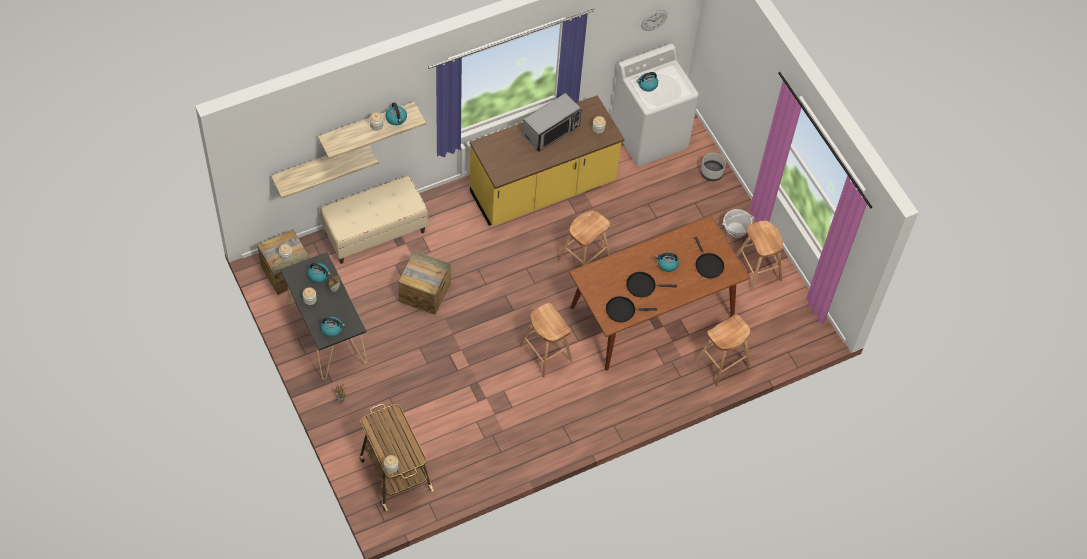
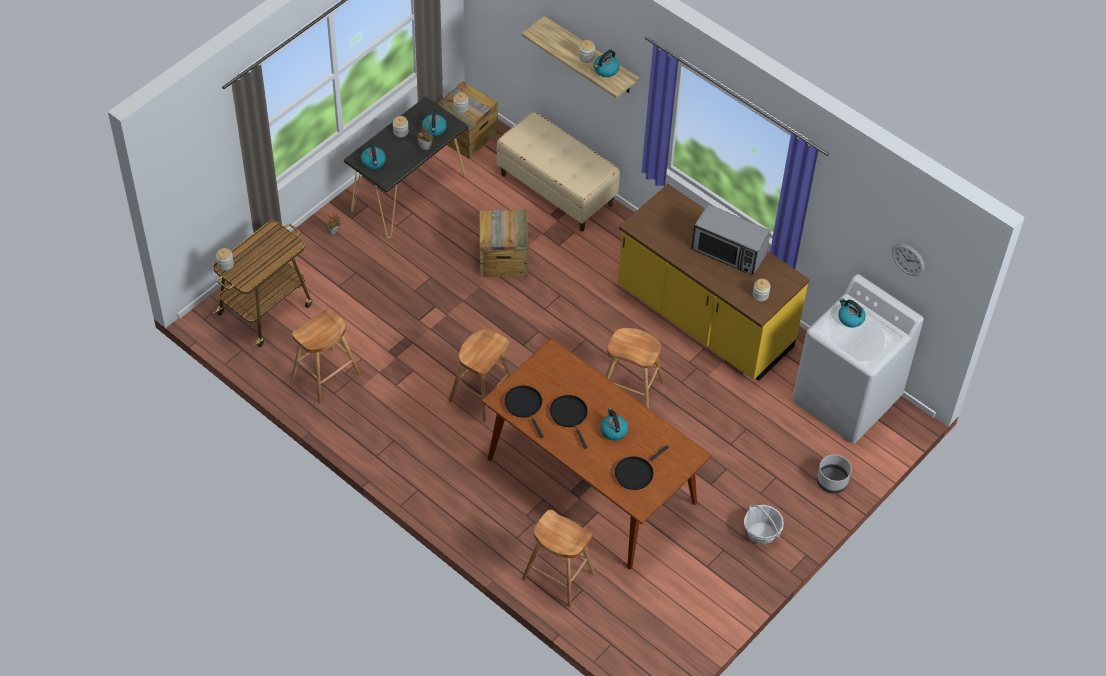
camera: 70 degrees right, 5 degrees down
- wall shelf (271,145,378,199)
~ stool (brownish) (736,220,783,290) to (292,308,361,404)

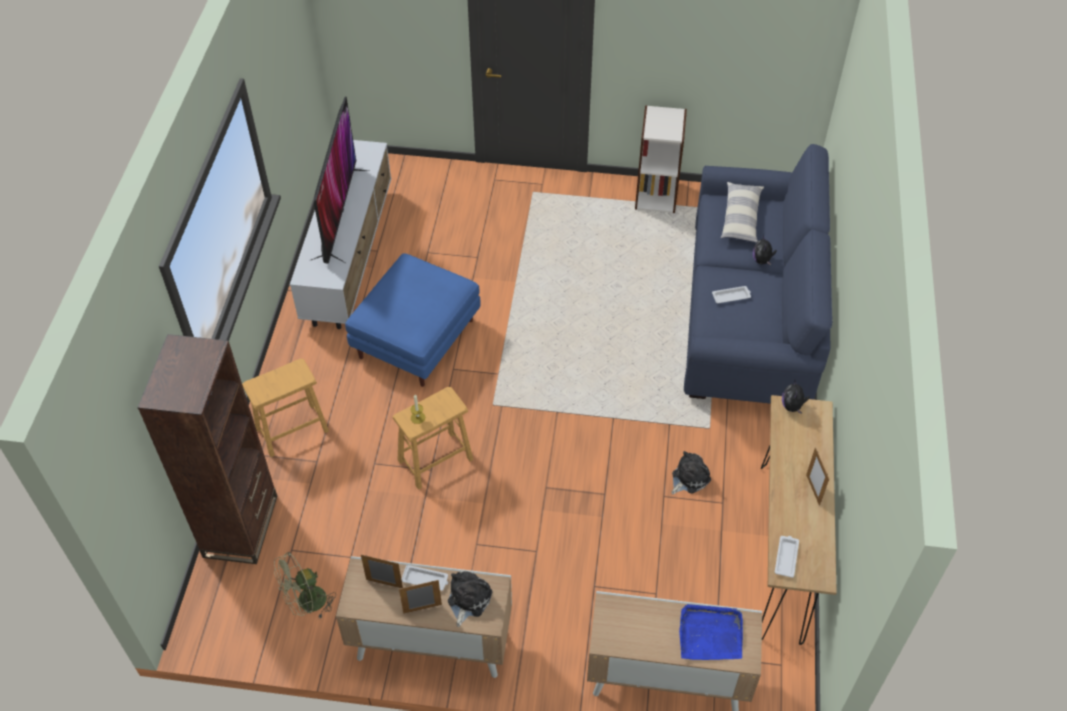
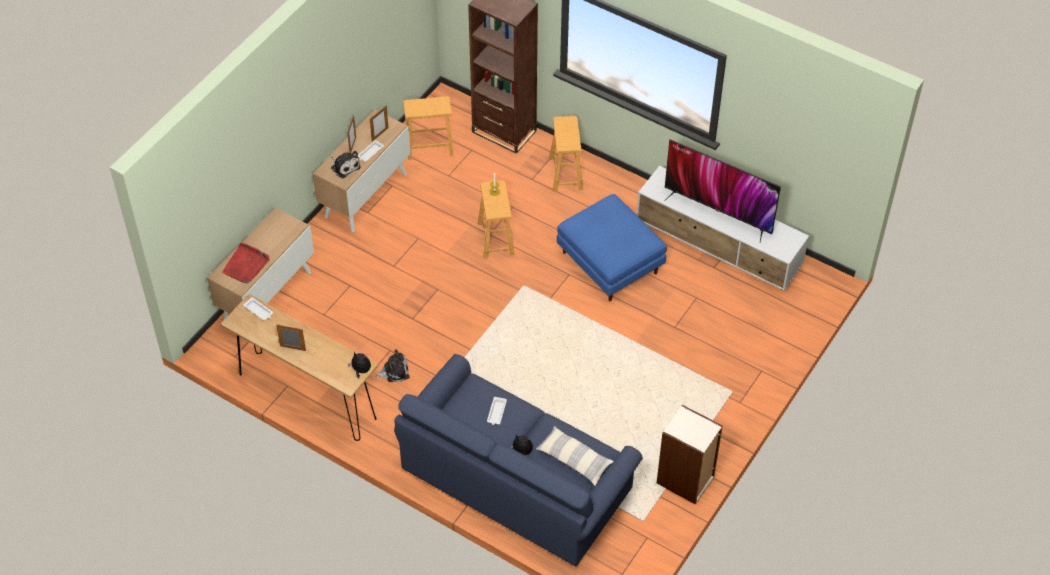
camera: 115 degrees right, 0 degrees up
~ fan (green-coloured) (274,552,336,618) to stool (brownish) (403,96,454,160)
~ serving tray (blue) (679,604,743,660) to serving tray (red) (222,243,270,284)
~ cuddly toy (671,451,711,494) = (375,349,409,382) 90 degrees counterclockwise

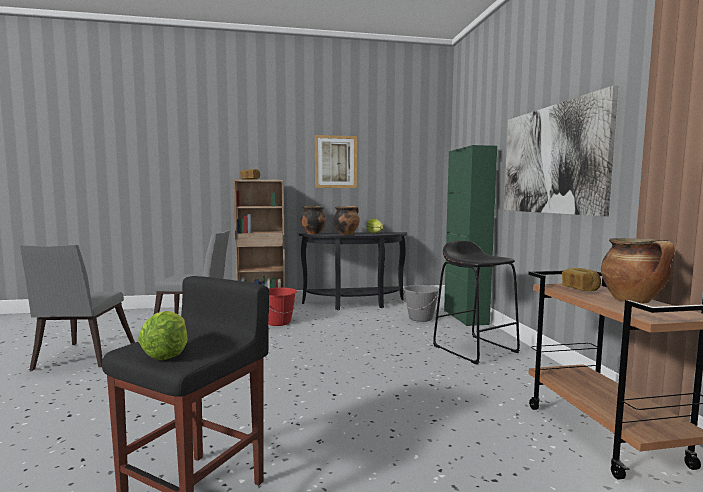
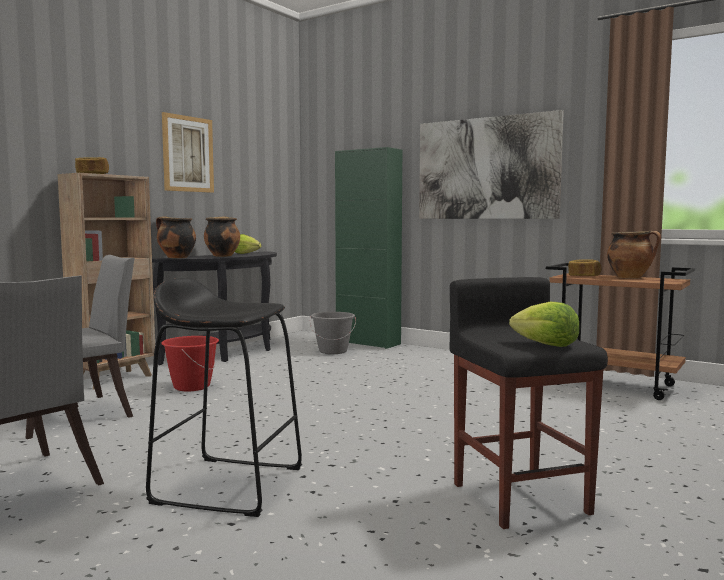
camera: 45 degrees left, 0 degrees up
~ stool (blackish) (433,241,520,365) to (146,279,302,517)

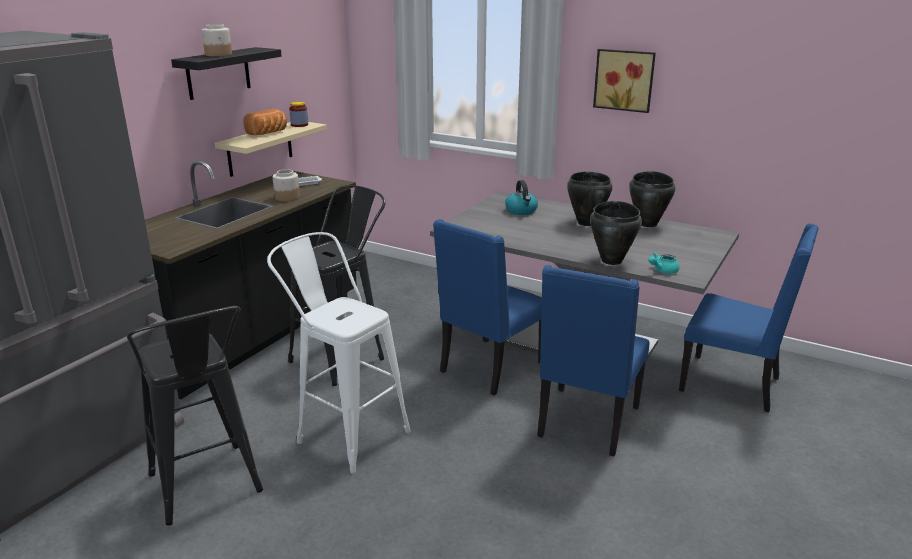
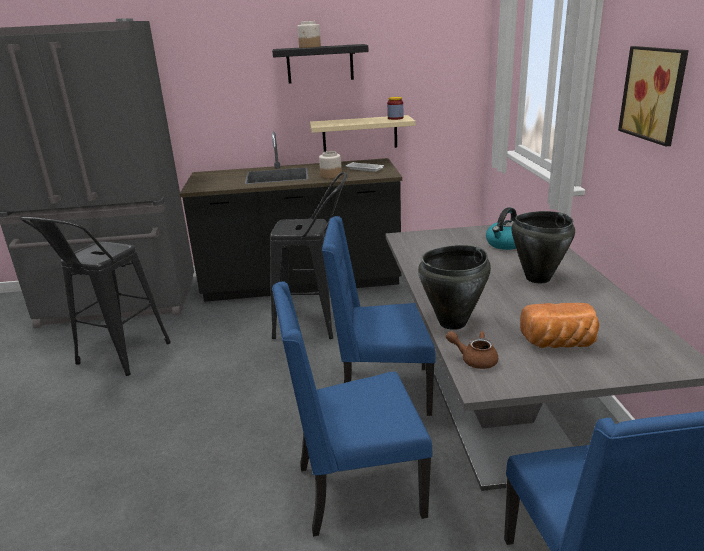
camera: 55 degrees right, 0 degrees up
- stool (white-coloured) (267,232,411,474)
- stockpot (blackish) (629,171,676,227)
~ baked bread (244,109,287,135) to (520,303,599,348)
~ teapot (blue-green) (648,252,679,274) to teapot (brownish) (446,331,498,369)

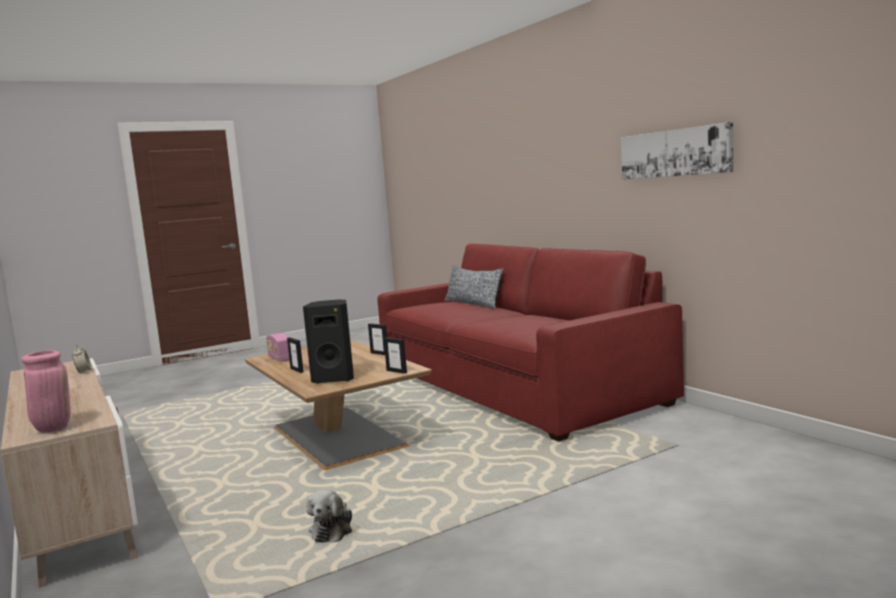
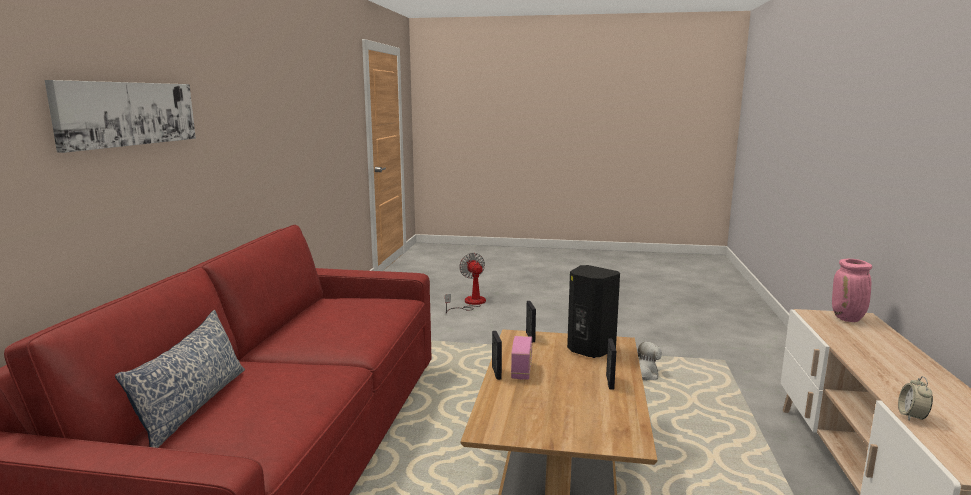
camera: 140 degrees left, 5 degrees up
+ fan (445,253,486,313)
~ radio set (266,333,289,362) to (511,336,532,379)
~ wall art (621,122,734,180) to (45,80,196,153)

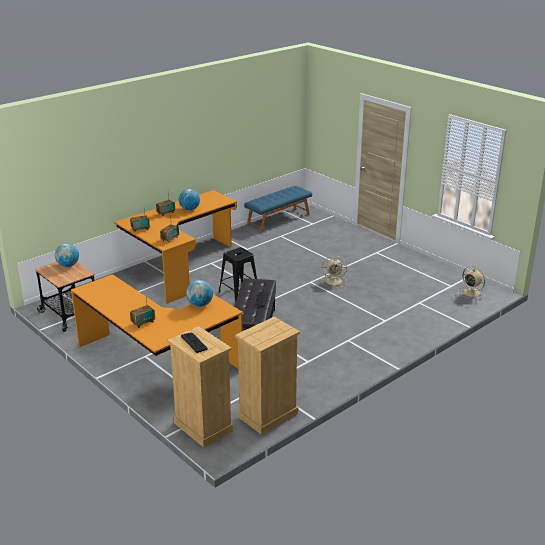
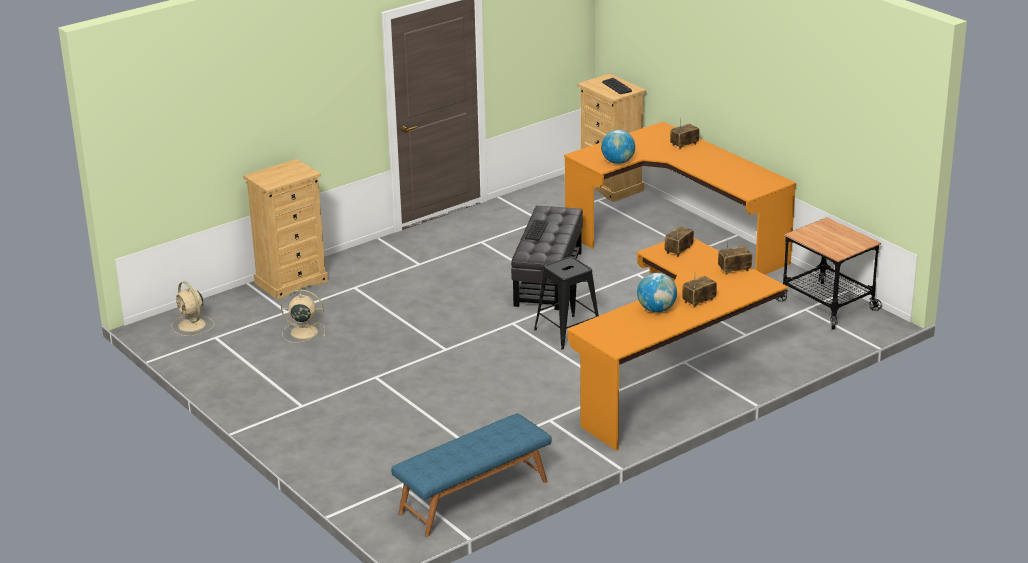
camera: 175 degrees left, 0 degrees up
- world globe (55,243,79,267)
~ drawer chest (sand-coloured) (235,316,300,435) to (243,159,328,300)
~ fan (sand-coloured) (321,256,347,287) to (281,289,325,343)

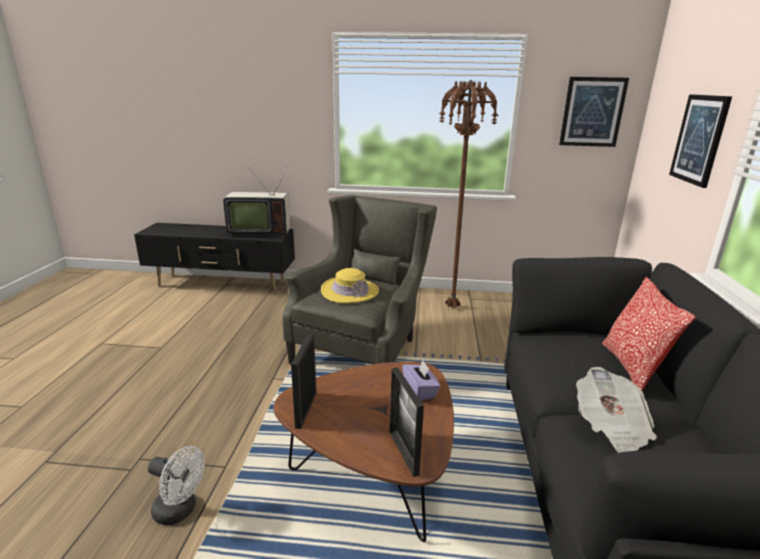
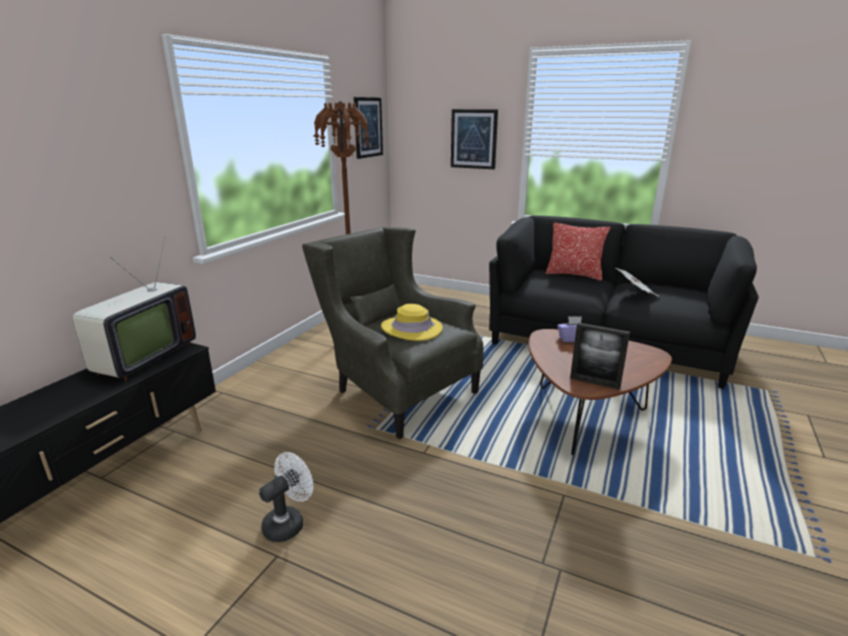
camera: 70 degrees left, 0 degrees up
- photo frame (390,367,424,477)
~ fan (white-coloured) (148,446,205,525) to (259,452,313,542)

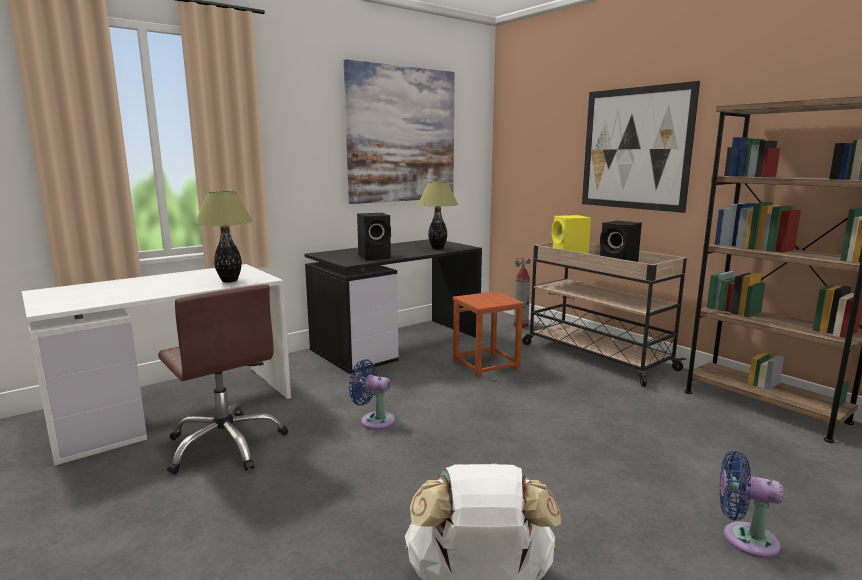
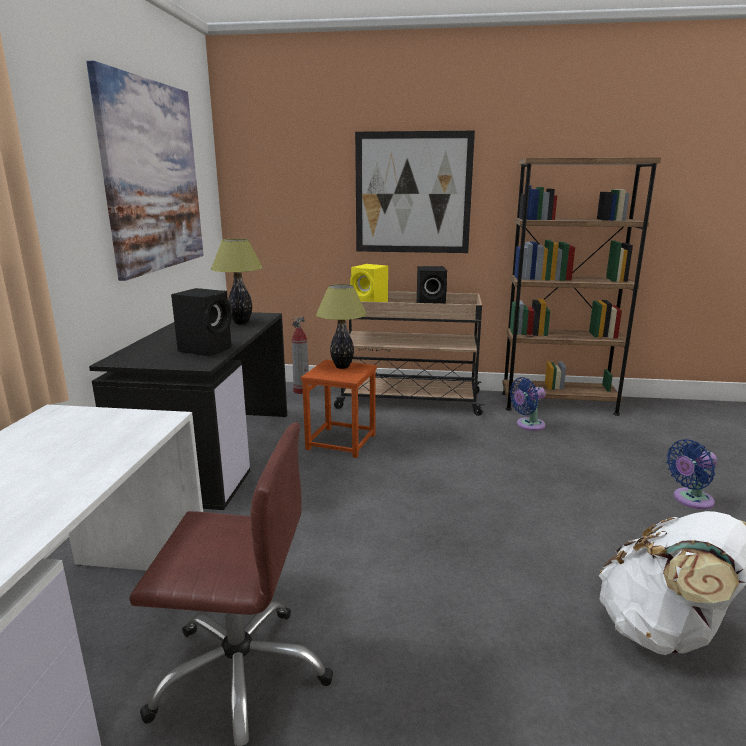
camera: 45 degrees left, 5 degrees up
~ table lamp (195,191,253,283) to (316,284,367,369)
~ fan (blue) (349,359,395,430) to (510,377,546,431)

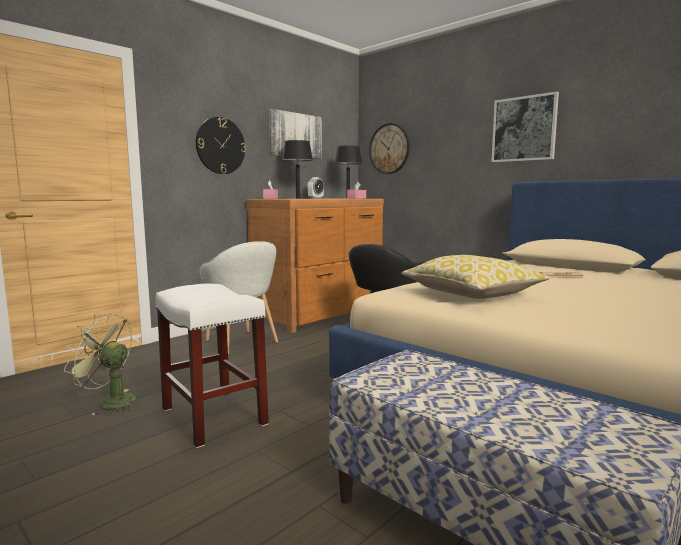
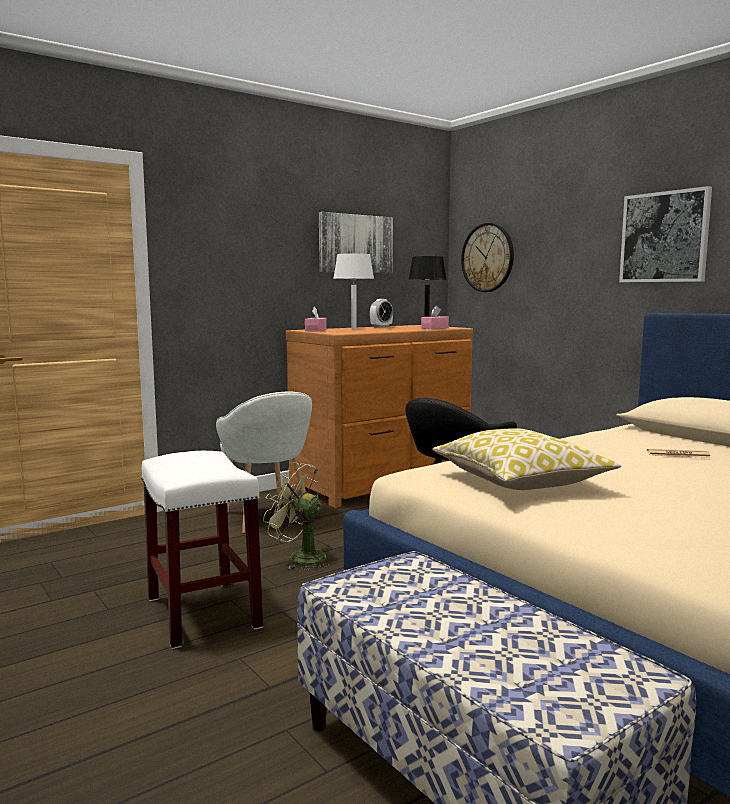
camera: 10 degrees right, 0 degrees up
- clock on the wall (196,117,246,174)
~ fan (green-coloured) (64,313,136,416) to (263,462,330,570)
~ table lamp (blackish) (282,140,313,199) to table lamp (white-coloured) (333,253,374,329)

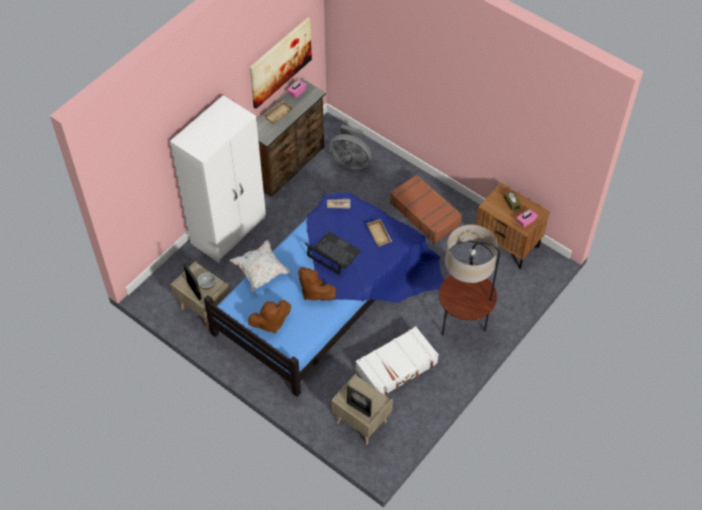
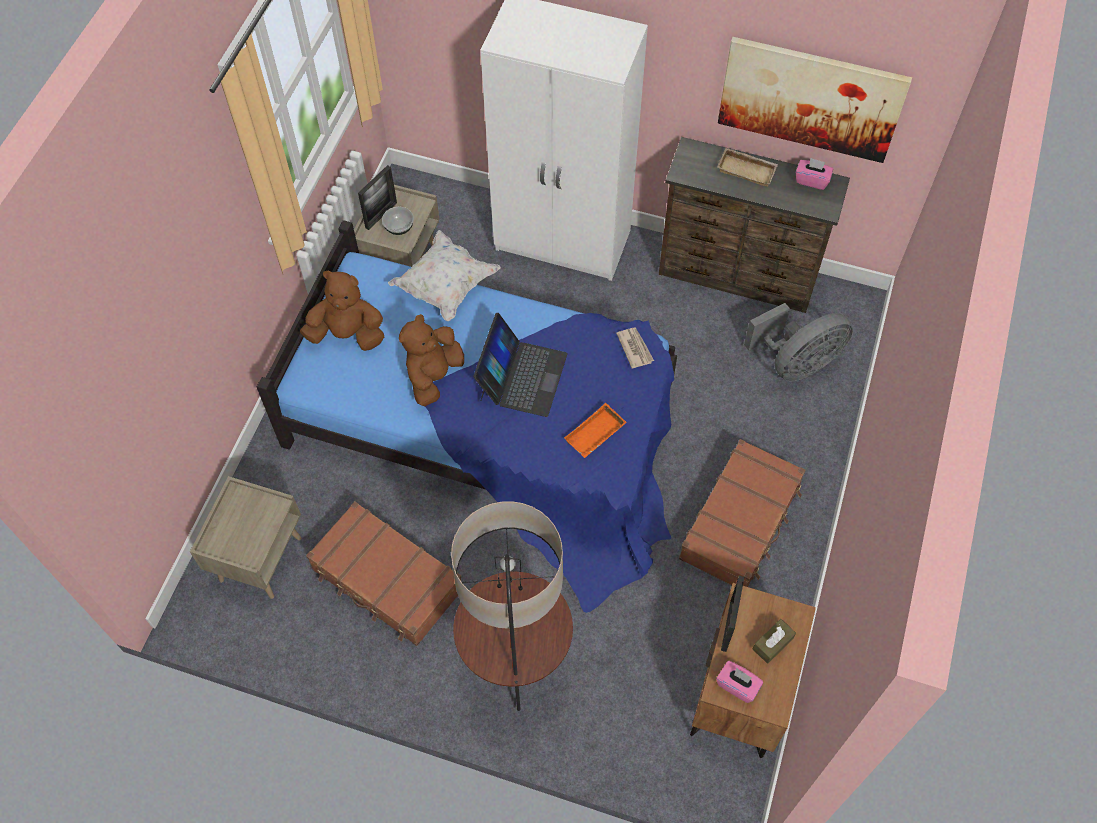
camera: 70 degrees right, 5 degrees up
~ photo frame (347,386,372,418) to (721,576,744,652)
~ piece of luggage (white-coloured) (355,326,439,396) to piece of luggage (brownish) (306,501,461,646)
~ serving tray (sand-coloured) (366,219,392,247) to serving tray (orange) (564,403,626,458)
~ cuddly toy (brownish) (248,300,291,334) = (300,270,384,351) 135 degrees clockwise
~ fan (gray) (329,125,372,170) = (744,303,853,381) 120 degrees counterclockwise

